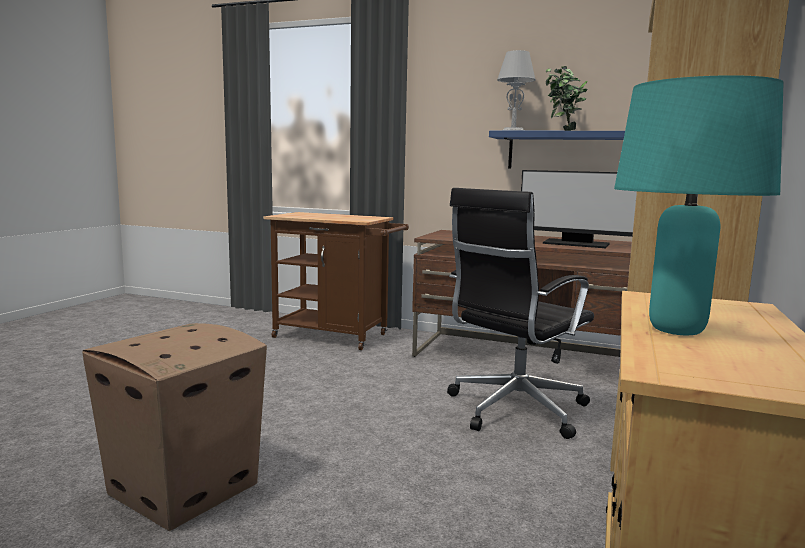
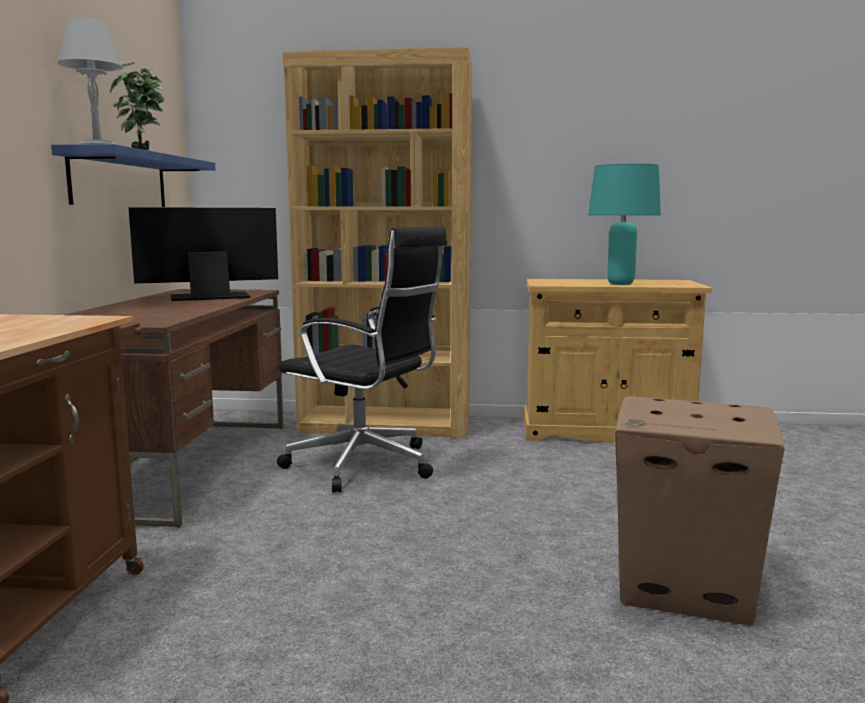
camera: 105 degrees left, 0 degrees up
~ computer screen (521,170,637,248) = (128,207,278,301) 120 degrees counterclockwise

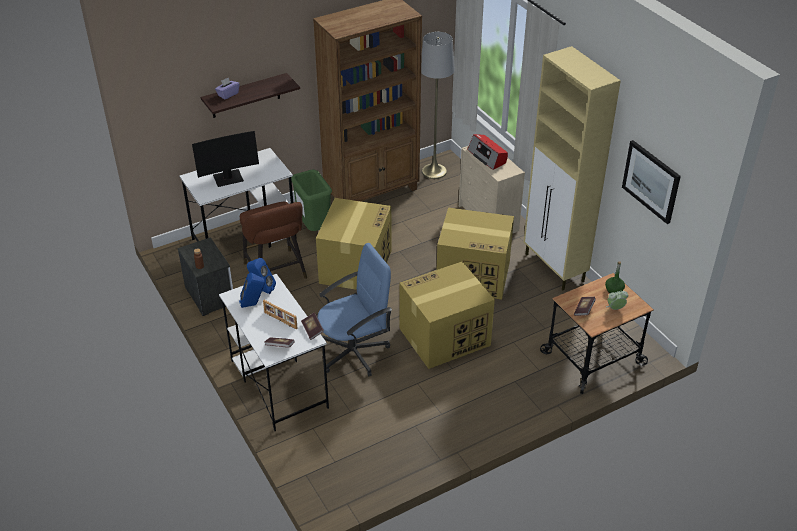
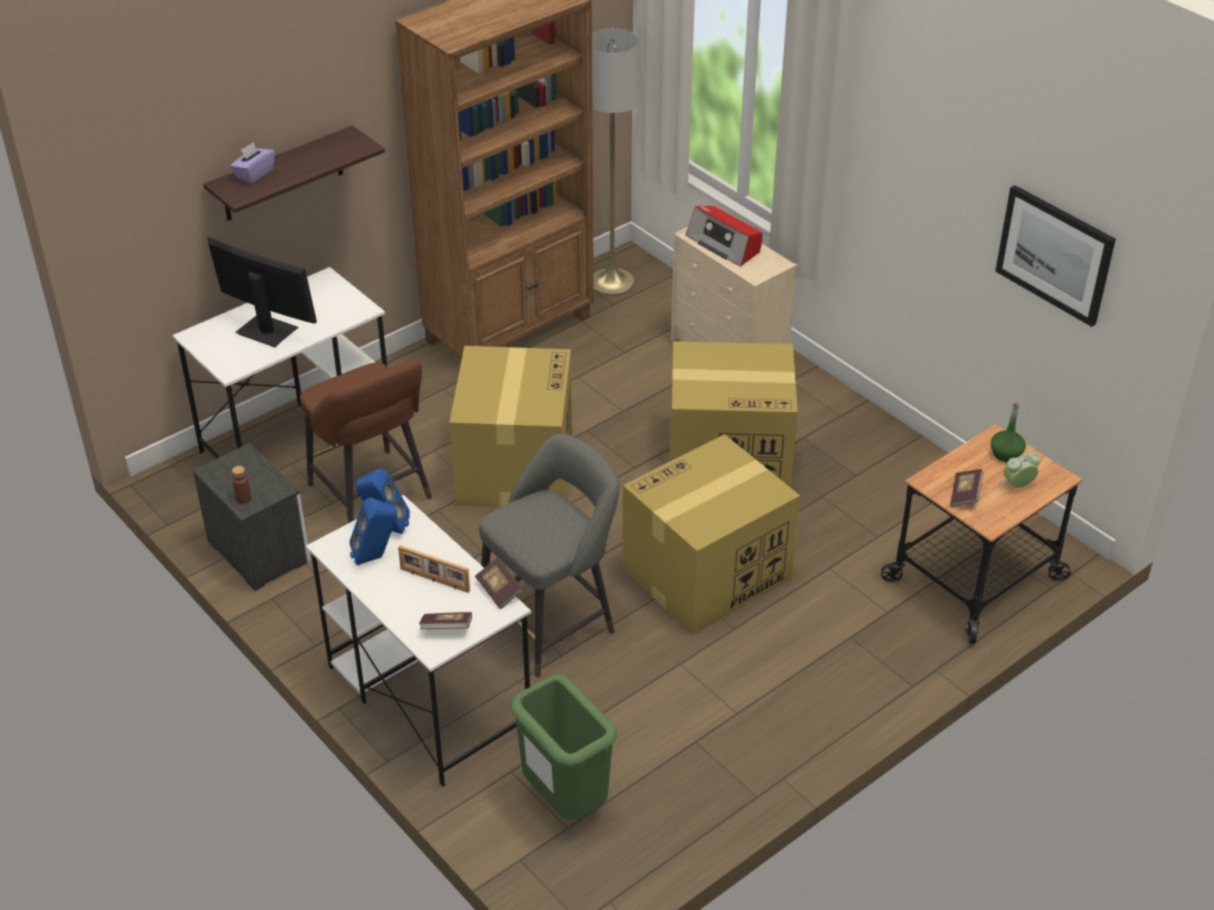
camera: 10 degrees left, 0 degrees up
- cupboard (sand-coloured) (524,46,621,290)
~ waste bin (green-coloured) (291,169,332,231) to (510,675,617,820)
~ office chair (blue) (317,243,392,376) to stool (gray) (479,434,620,678)
~ computer screen (192,131,259,187) = (207,237,317,347) 120 degrees counterclockwise

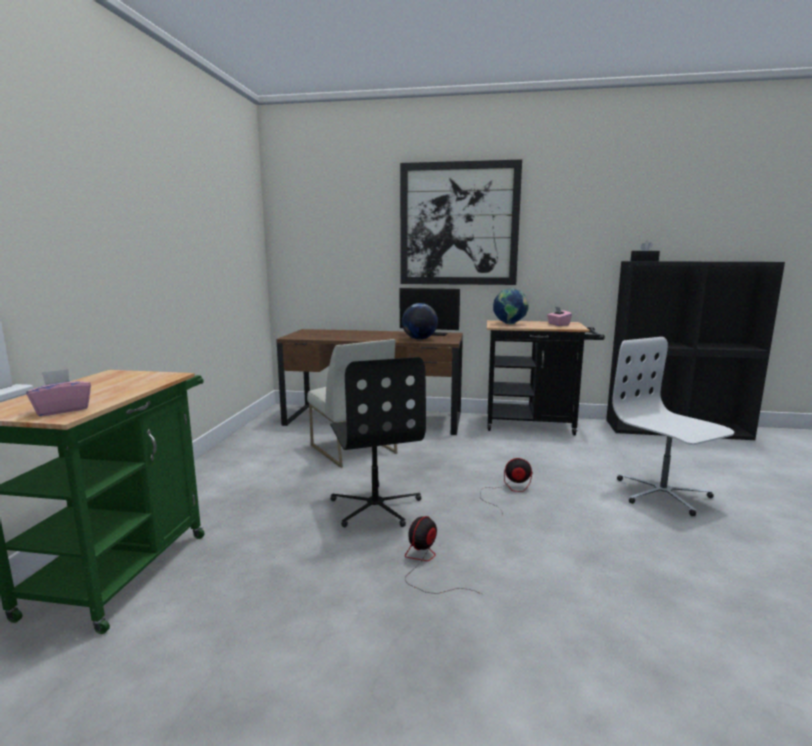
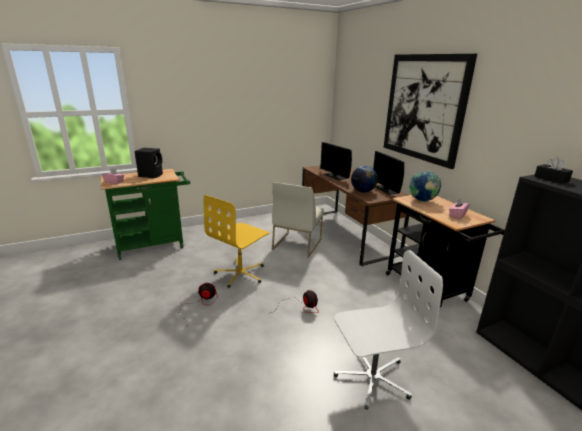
camera: 55 degrees right, 10 degrees up
+ audio speaker (blackish) (134,148,163,178)
+ computer screen (320,142,352,180)
~ office chair (blackish) (330,357,426,527) to office chair (yellow-coloured) (203,195,270,288)
~ office chair (white-coloured) (612,337,734,516) = (334,250,443,410) 45 degrees clockwise

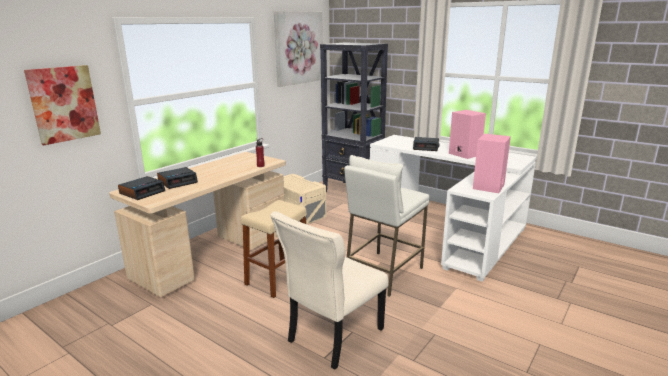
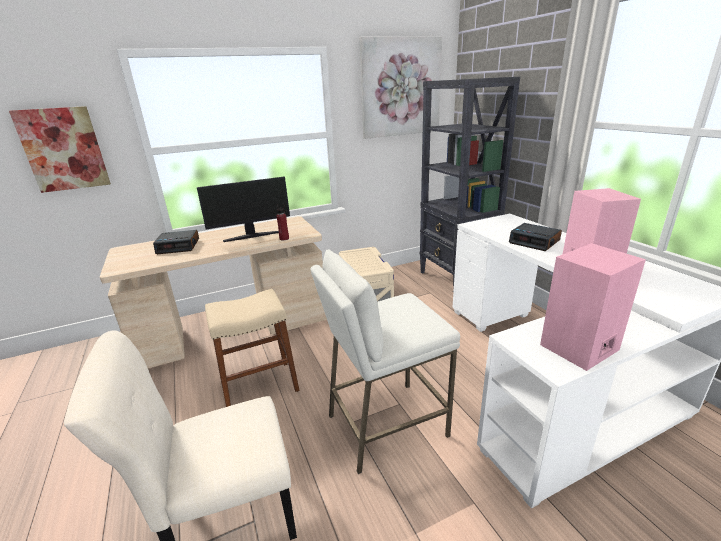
camera: 30 degrees right, 5 degrees up
- bedside clock (118,176,165,200)
+ computer screen (197,177,290,242)

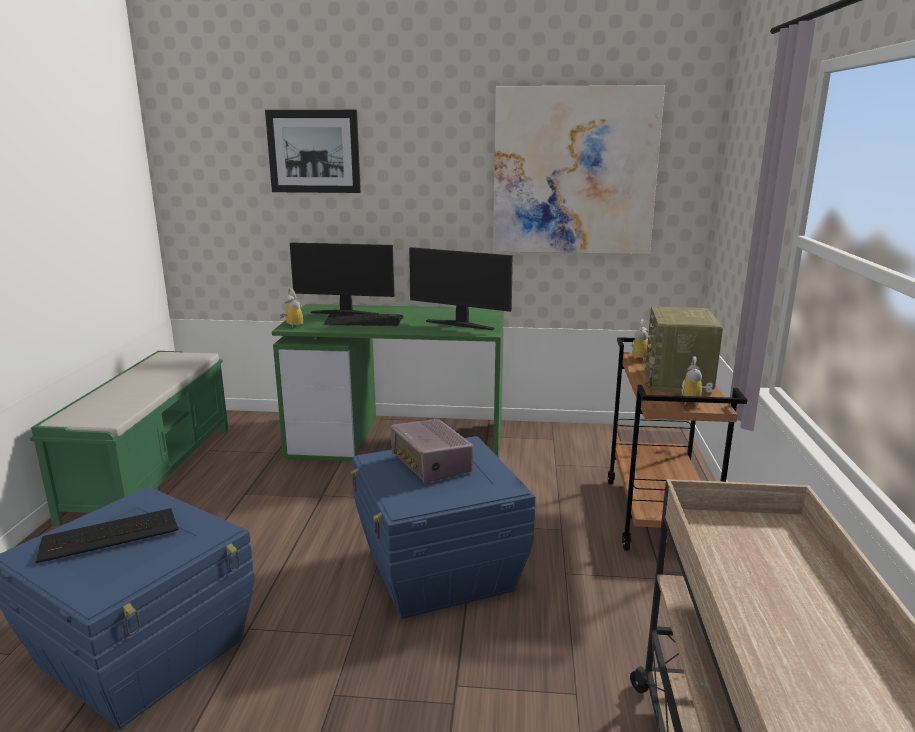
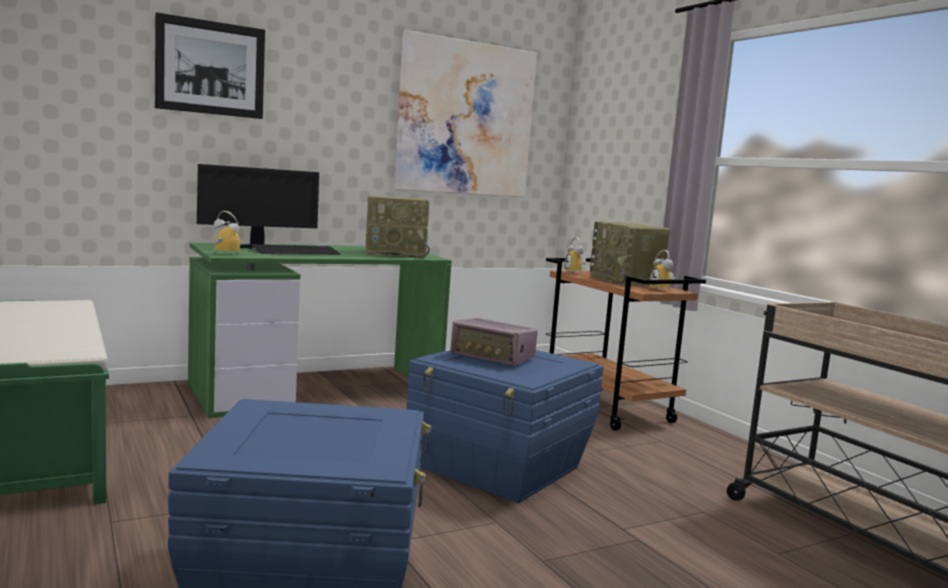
camera: 35 degrees left, 10 degrees down
- computer keyboard (36,508,179,563)
~ computer screen (409,247,513,330) to radio set (366,195,430,258)

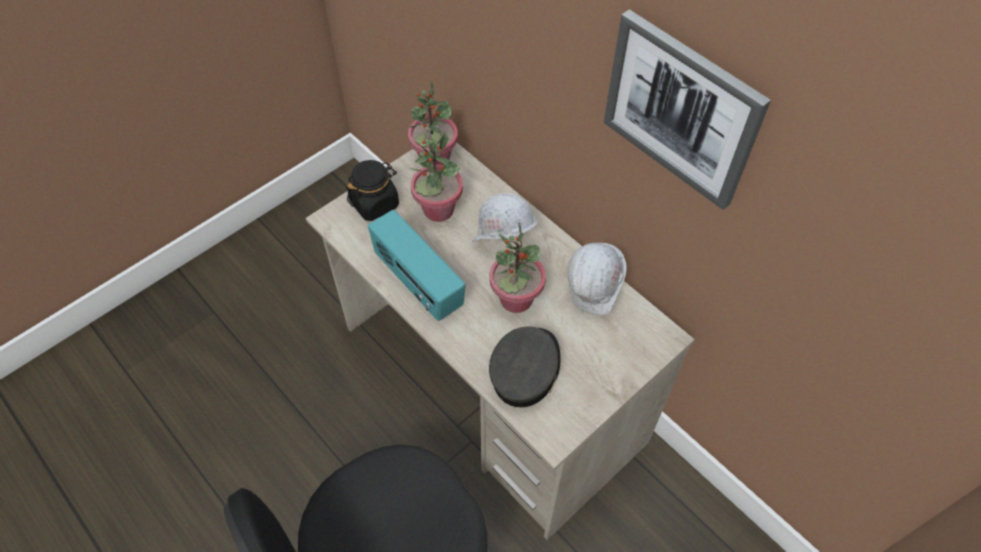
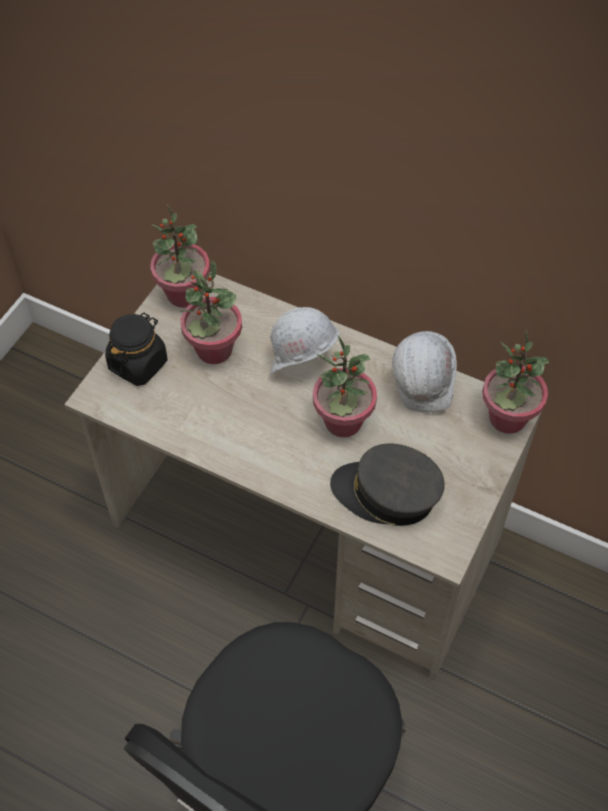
camera: 20 degrees left, 0 degrees up
- radio set (368,210,465,321)
- wall art (604,9,771,210)
+ plant in a pot (482,331,549,434)
~ peaked cap (gray) (489,326,560,407) = (330,444,445,526) 75 degrees counterclockwise

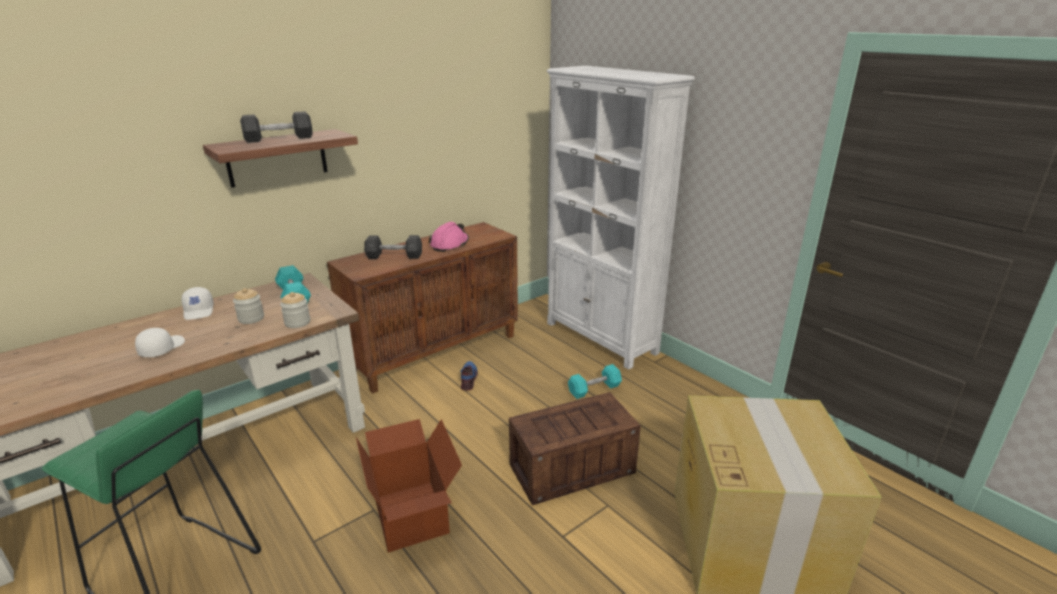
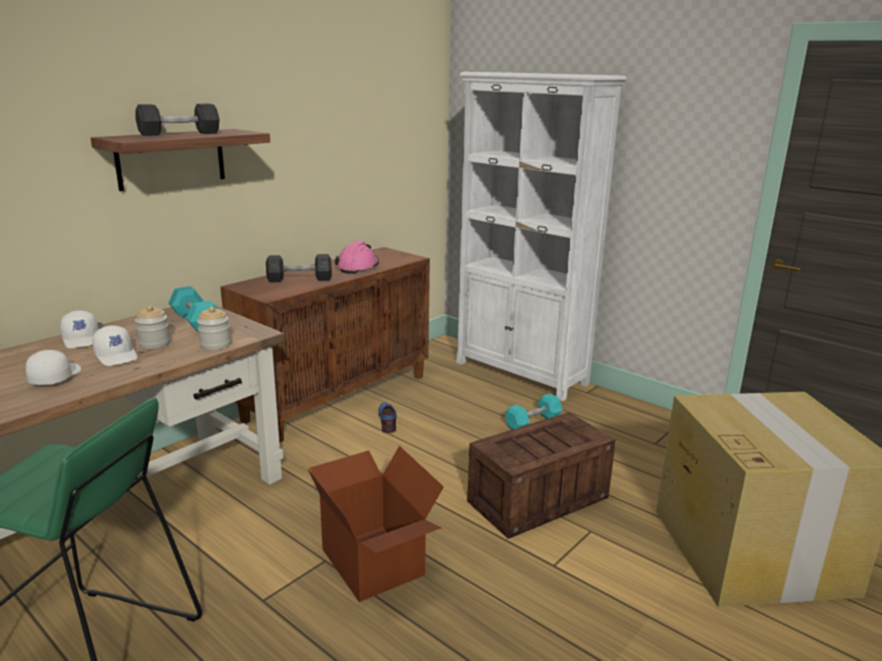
camera: 10 degrees left, 5 degrees down
+ peaked cap (white-coloured) (92,325,138,366)

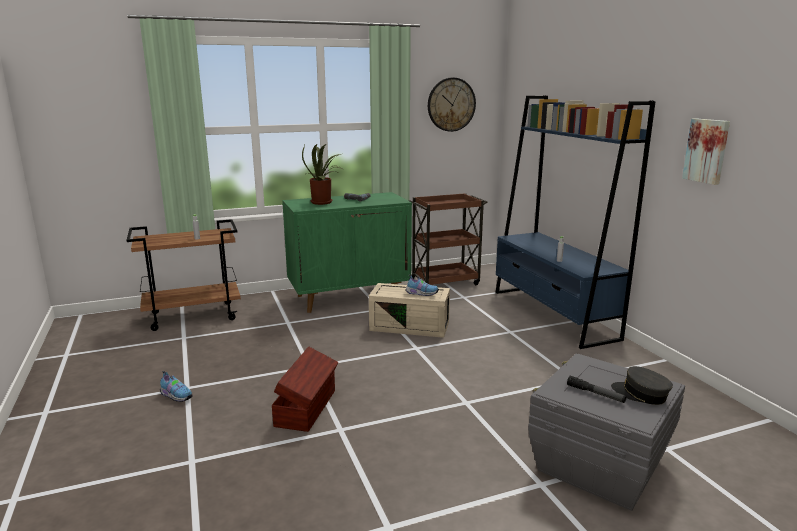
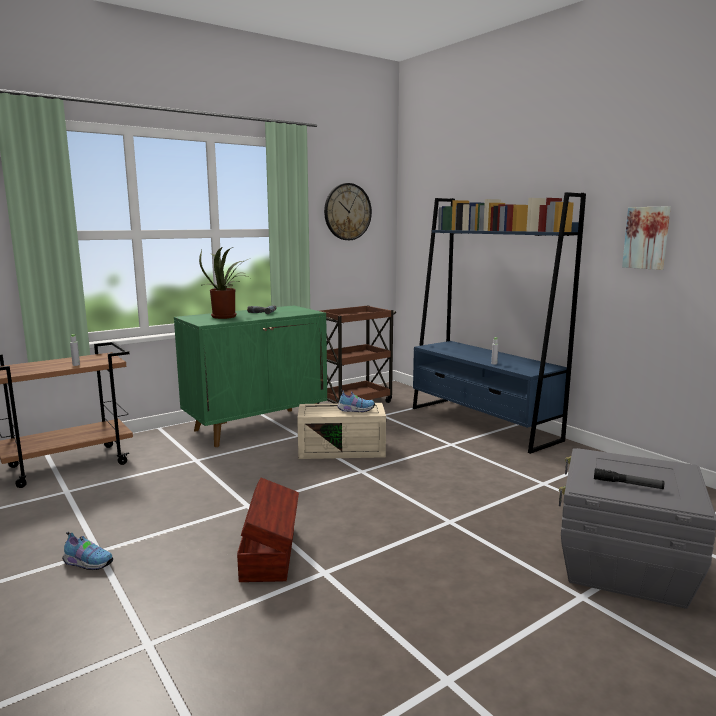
camera: 15 degrees left, 5 degrees down
- peaked cap (gray) (611,366,673,405)

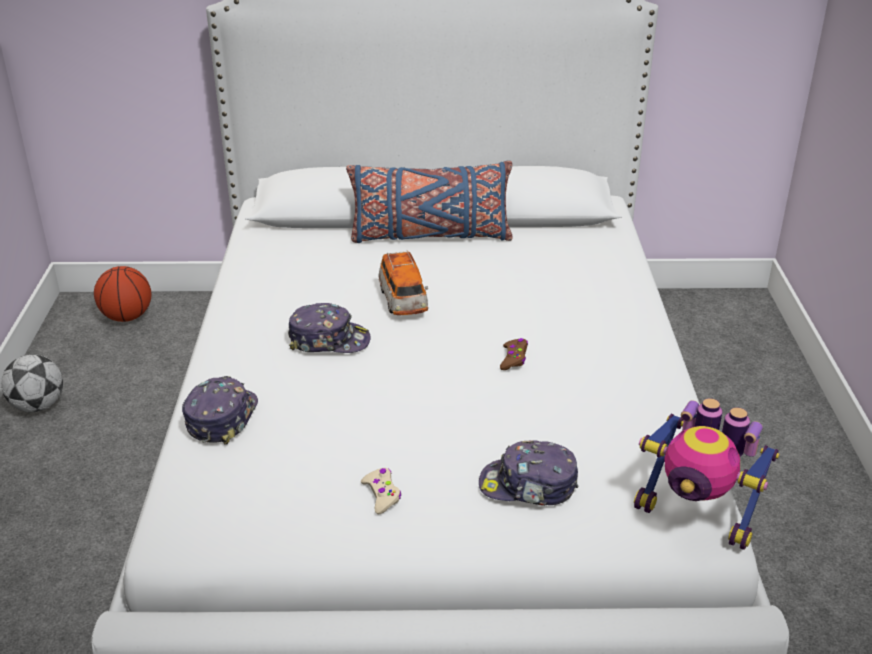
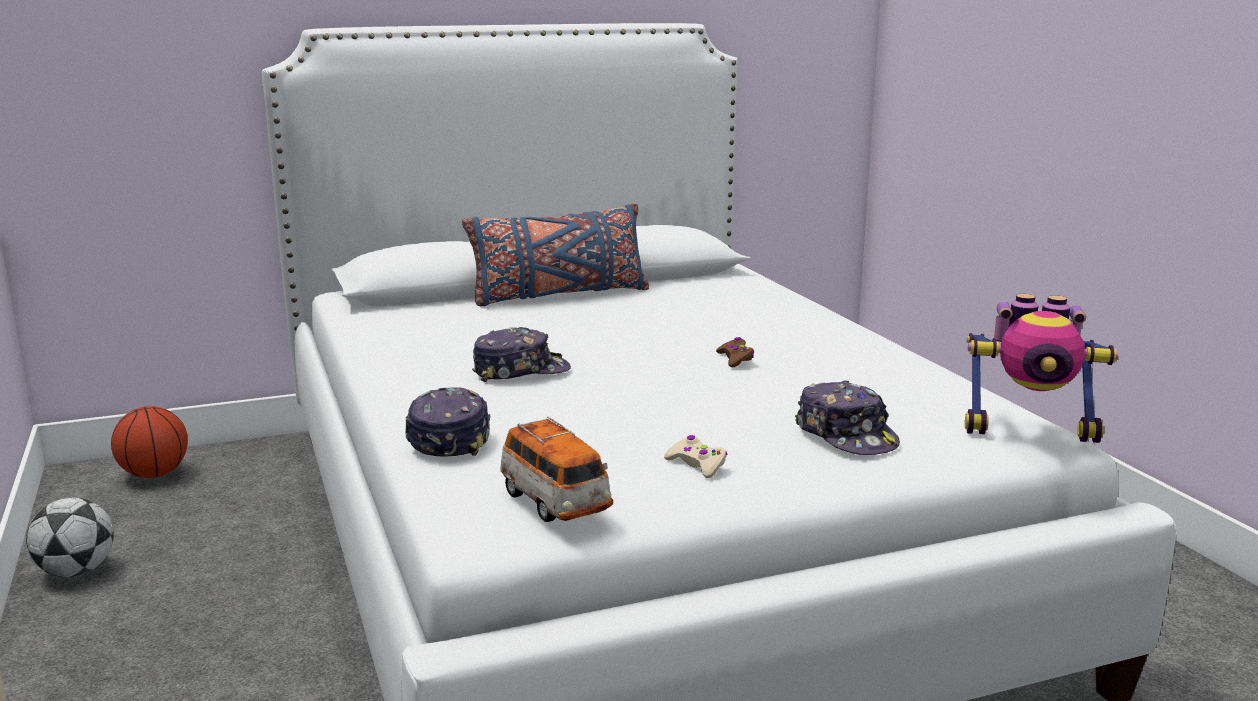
camera: 20 degrees left, 15 degrees down
~ toy car (378,250,428,315) to (500,417,613,522)
~ peaked cap (479,440,579,506) = (795,381,900,455) 105 degrees counterclockwise

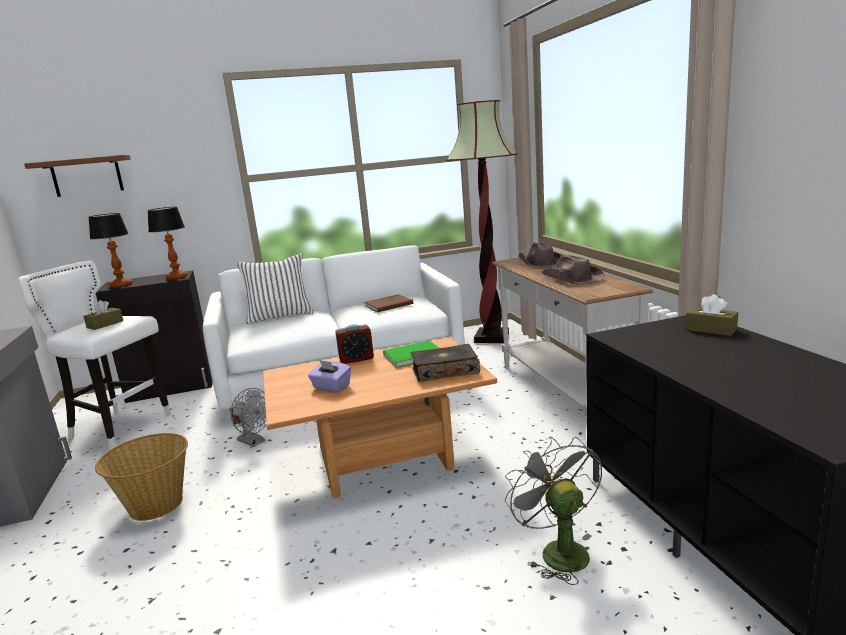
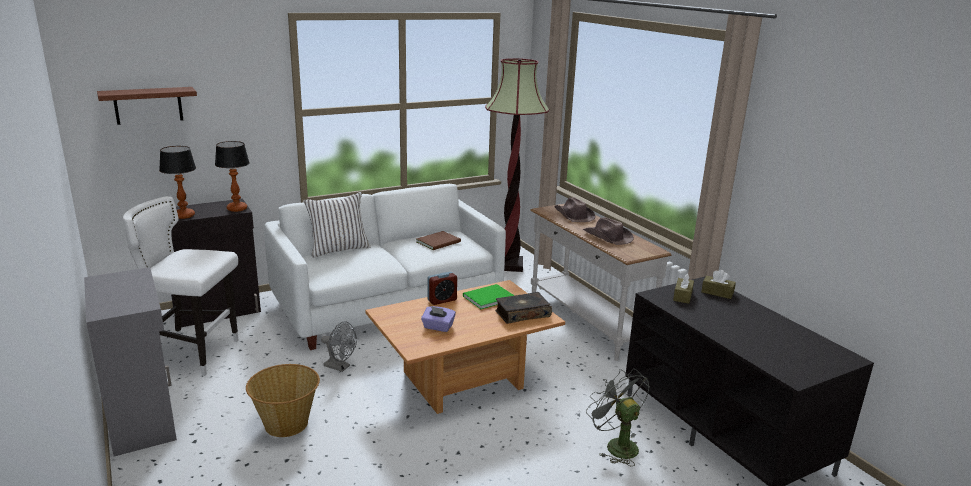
camera: 15 degrees left, 5 degrees up
~ tissue box (brownish) (83,300,123,330) to (673,273,694,304)

